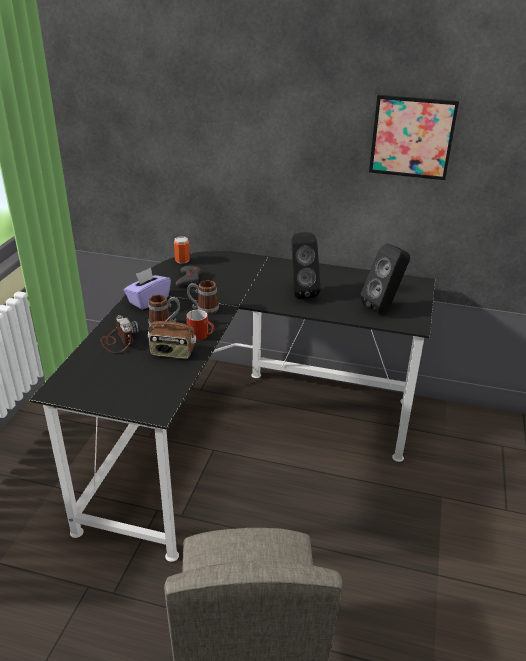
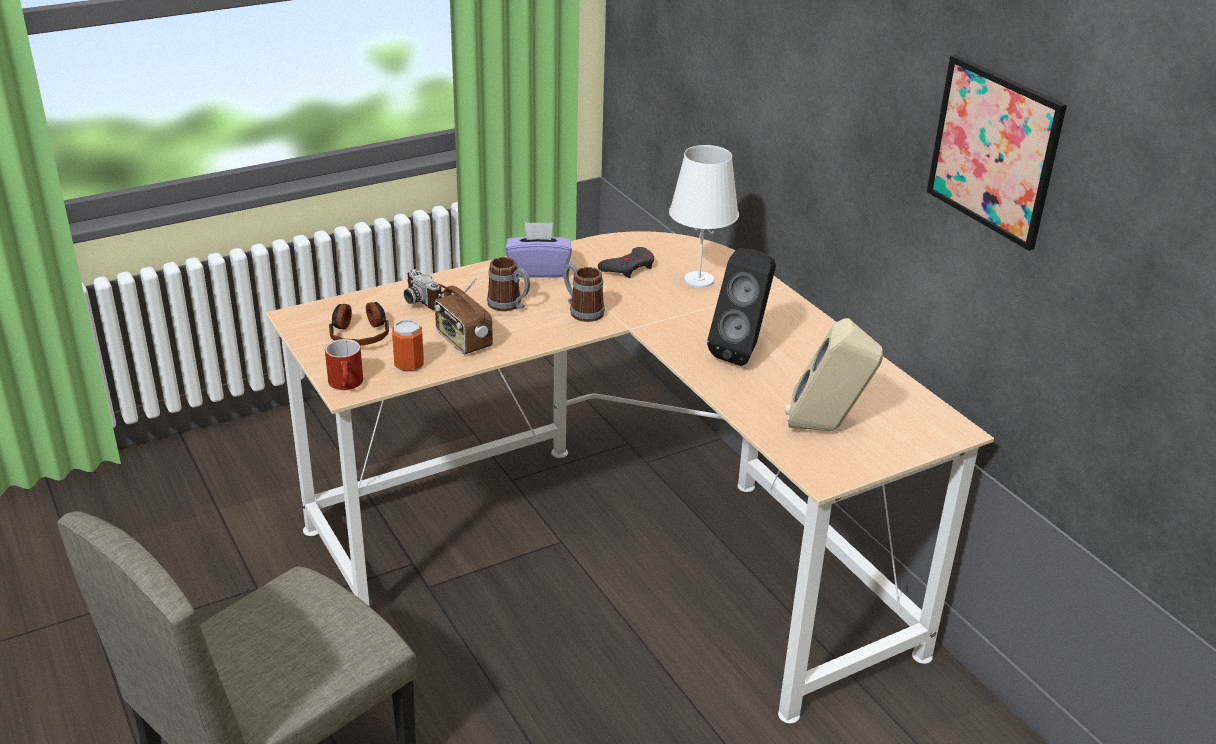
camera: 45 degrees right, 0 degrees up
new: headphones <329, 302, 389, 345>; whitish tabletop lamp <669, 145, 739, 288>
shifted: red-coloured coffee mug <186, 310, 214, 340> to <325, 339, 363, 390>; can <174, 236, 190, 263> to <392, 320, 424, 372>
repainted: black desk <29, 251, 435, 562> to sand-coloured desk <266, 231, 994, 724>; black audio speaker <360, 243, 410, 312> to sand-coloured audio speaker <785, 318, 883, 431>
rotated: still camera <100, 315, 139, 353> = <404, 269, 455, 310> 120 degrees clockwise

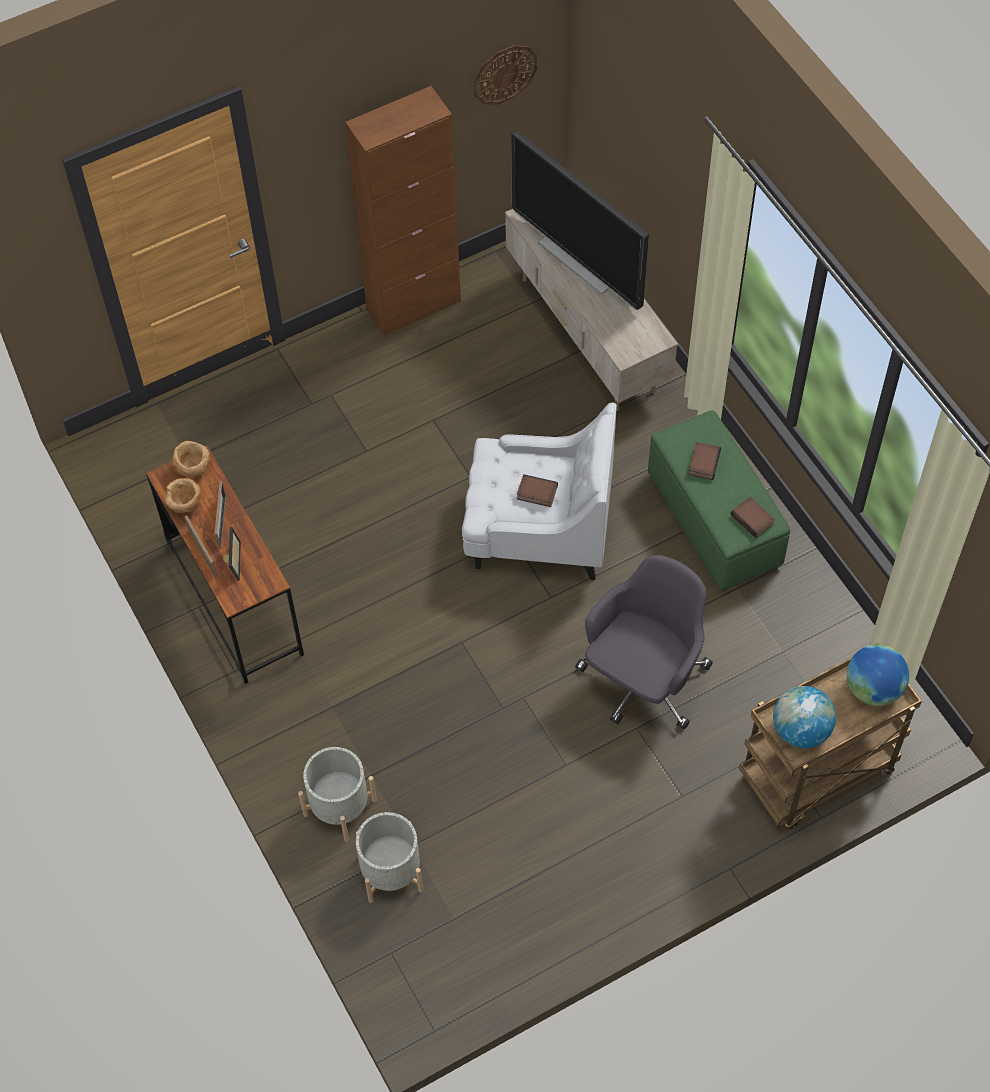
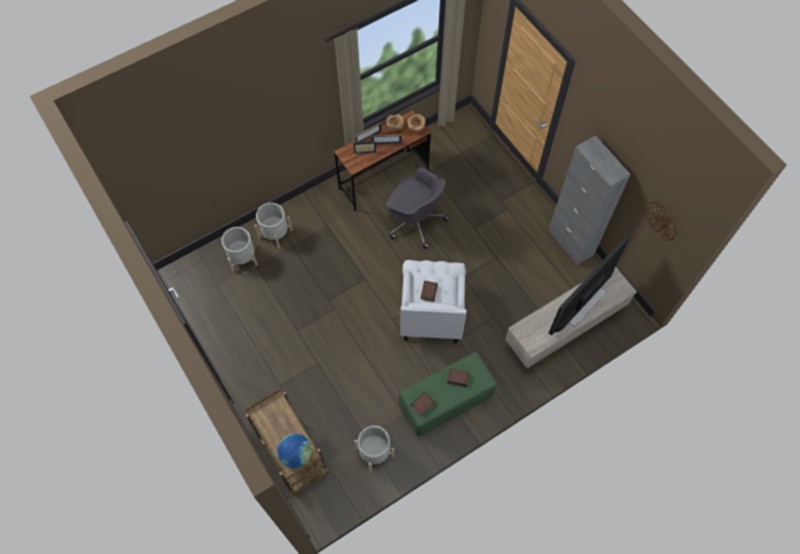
camera: 85 degrees right, 5 degrees up
gone: world globe <773, 686, 836, 748>
new: gray flower pot <355, 426, 394, 471>
shifted: gray computer chair <575, 555, 713, 729> to <386, 167, 449, 249>
repainted: brown cupboard <345, 86, 461, 336> to gray cupboard <548, 135, 631, 265>

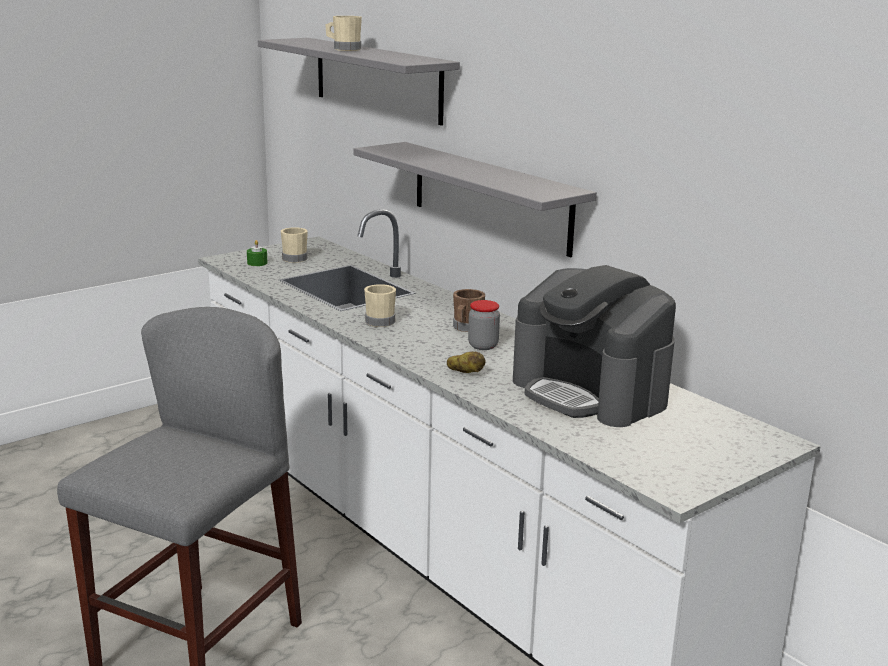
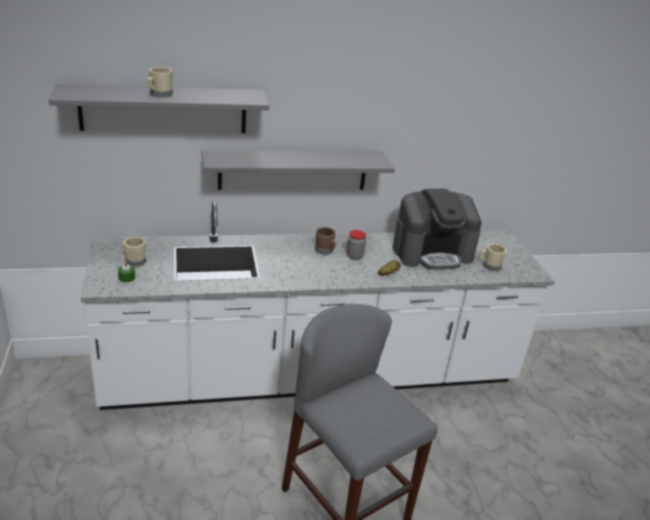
camera: 65 degrees left, 10 degrees up
shifted: sand-coloured coffee mug <364, 284, 396, 327> to <480, 244, 507, 271>

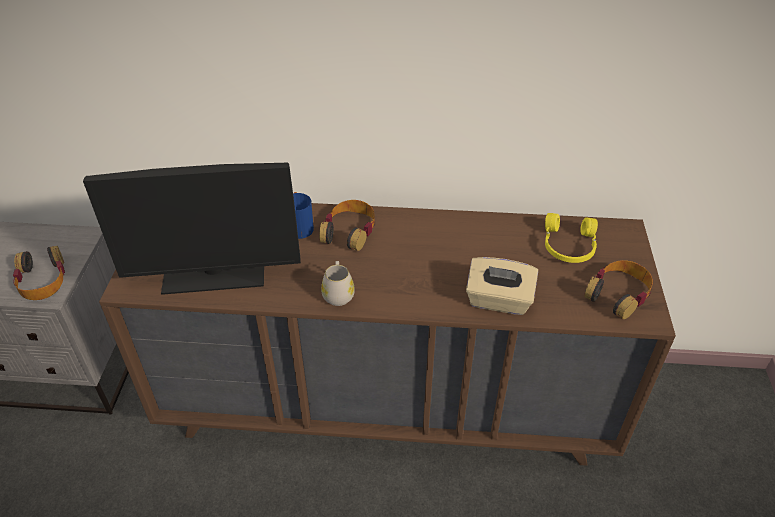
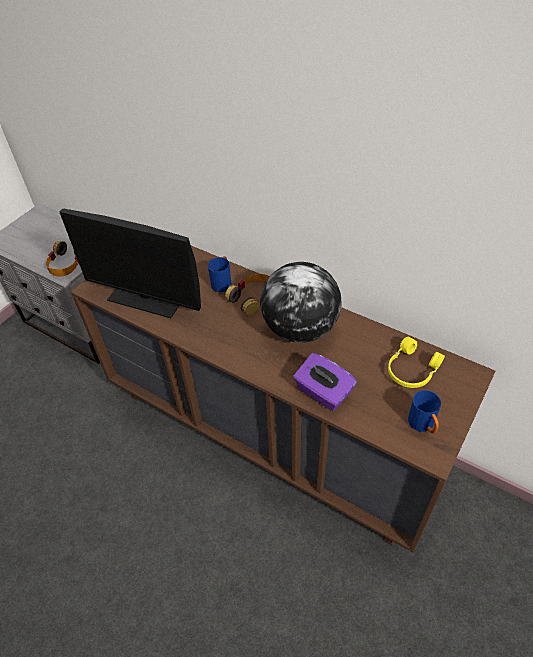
camera: 30 degrees right, 5 degrees up
gone: whitish coffee mug <321, 261, 355, 306>
new: world globe <260, 262, 342, 343>
swapped: headphones <584, 260, 653, 319> to bluish coffee mug <408, 390, 441, 433>
repainted: sand-coloured tissue box <466, 257, 538, 315> to purple tissue box <293, 353, 357, 411>

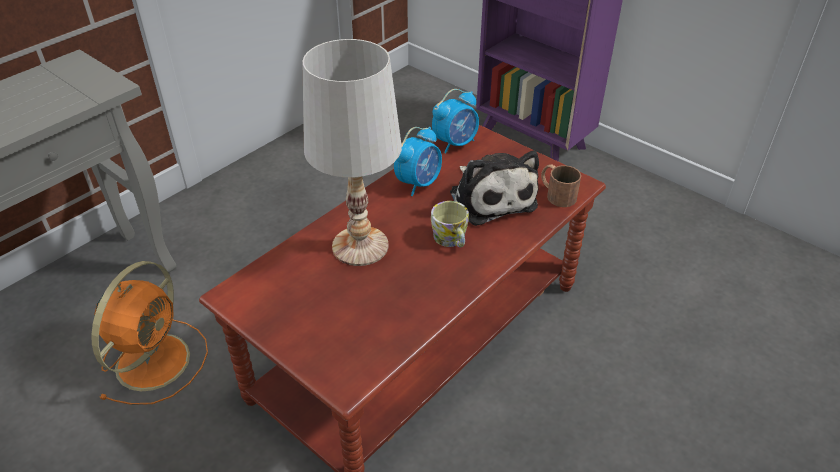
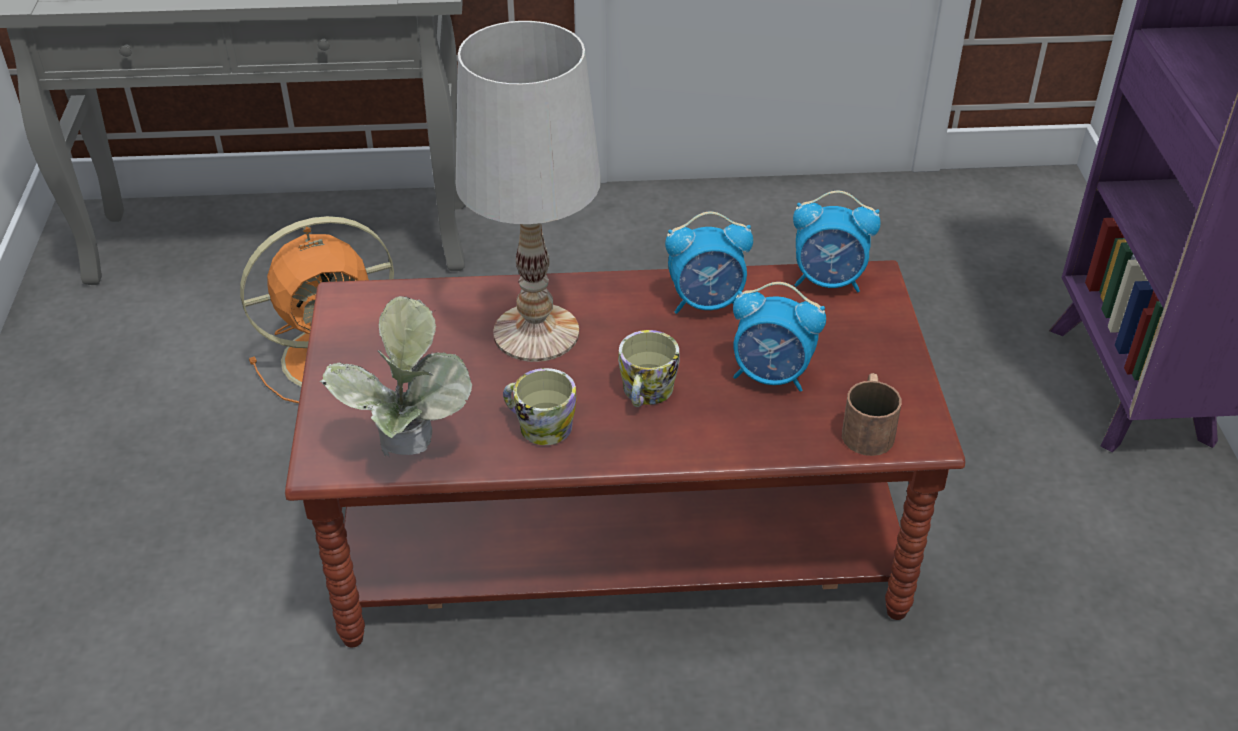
camera: 45 degrees right, 0 degrees up
new: plant in a pot <320, 296, 472, 457>; coffee mug <503, 368, 577, 445>
swapped: plush toy <450, 150, 539, 226> to alarm clock <733, 282, 826, 392>

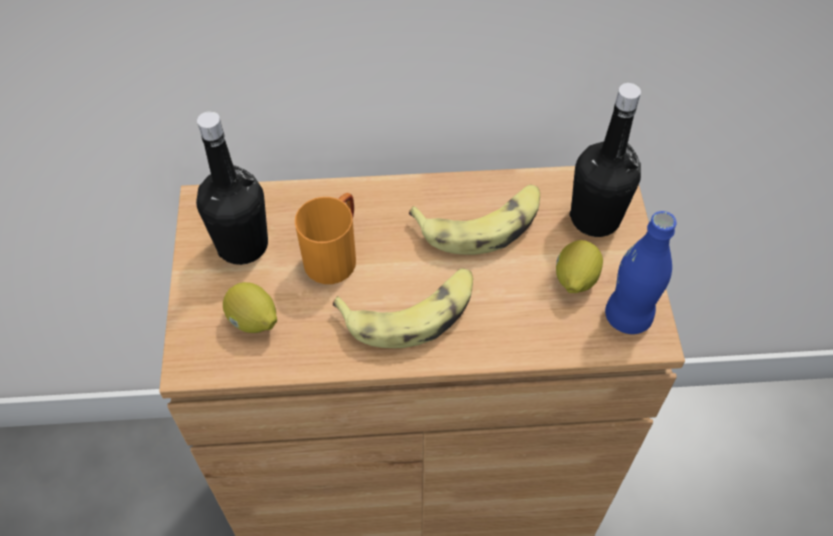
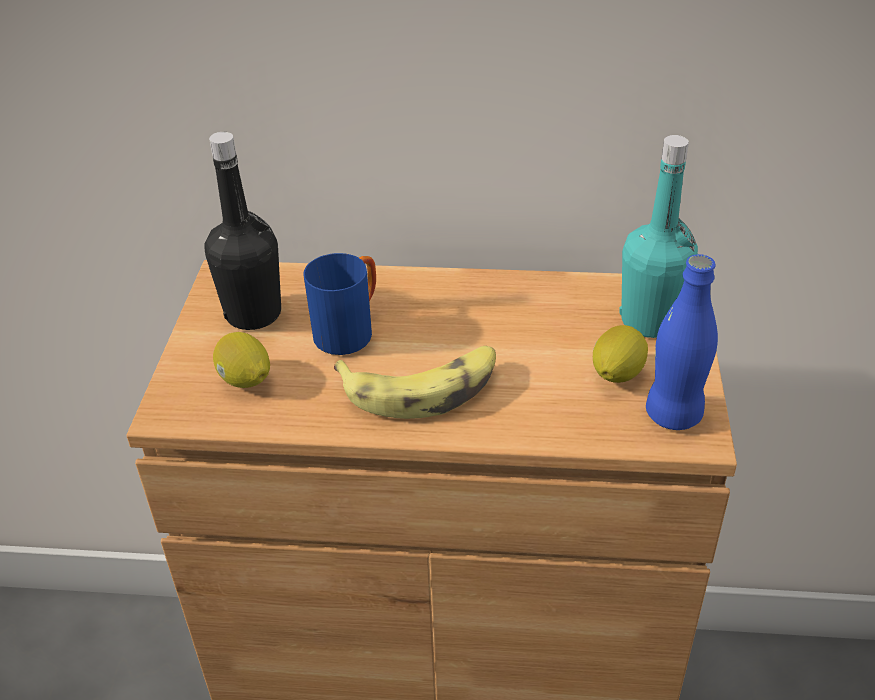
camera: 10 degrees right, 15 degrees down
gone: whole banana <409, 185, 540, 255>
repainted: orange-coloured coffee mug <295, 193, 356, 284> to bluish coffee mug <303, 253, 376, 355>; black drink bottle <570, 83, 641, 237> to turquoise-coloured drink bottle <619, 135, 698, 338>

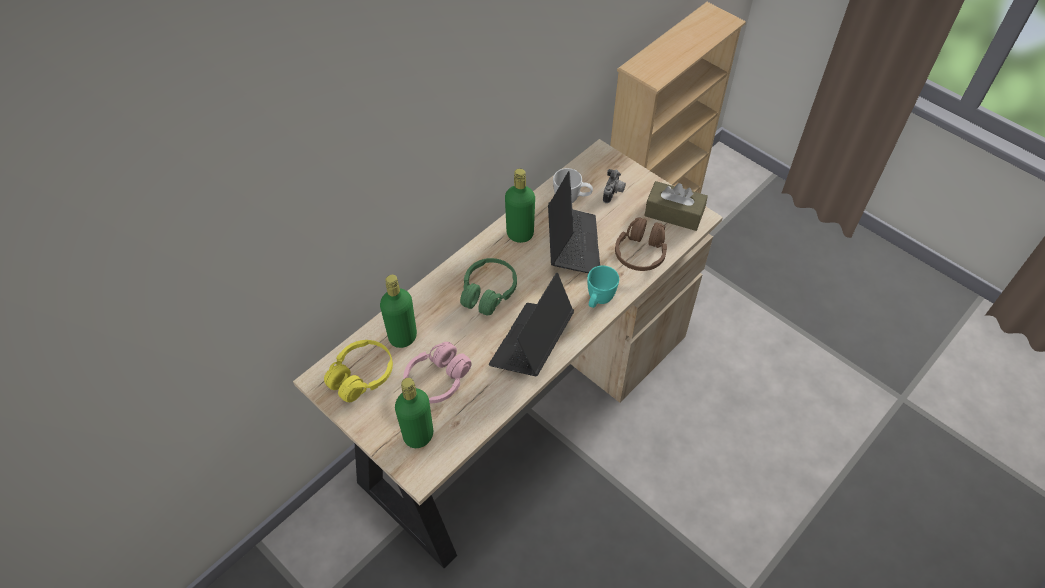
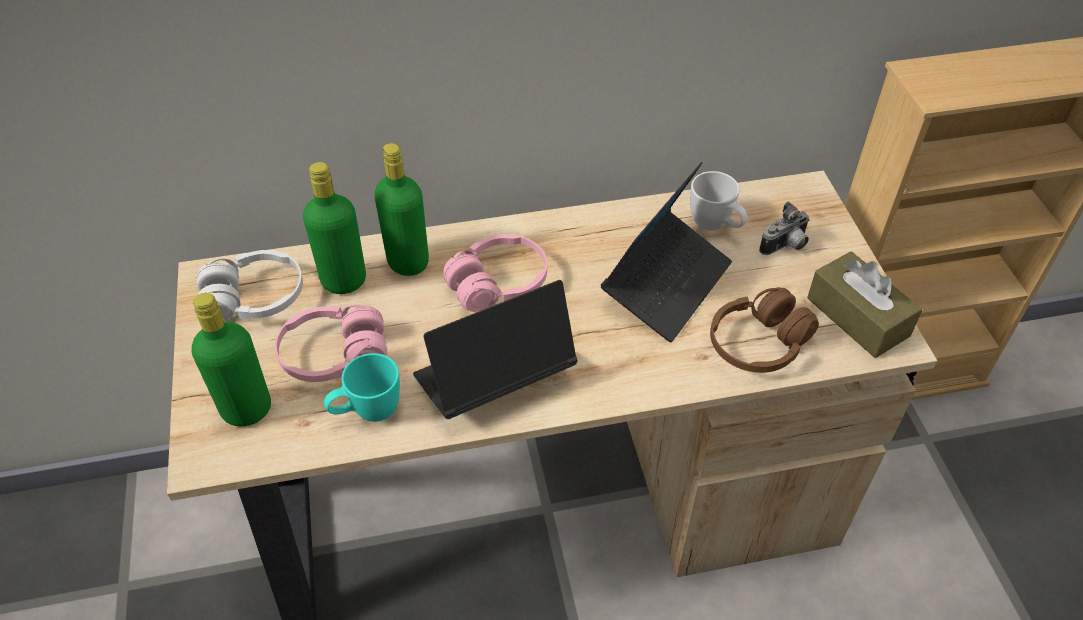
camera: 35 degrees right, 5 degrees down
shifted: turquoise-coloured coffee mug <587, 266, 619, 308> to <324, 353, 400, 422>; green-coloured drink bottle <505, 169, 535, 243> to <374, 143, 429, 276>
repainted: yellow headphones <324, 340, 393, 402> to whitish headphones <197, 250, 303, 321>; green-coloured headphones <460, 258, 517, 316> to pink headphones <443, 234, 547, 312>

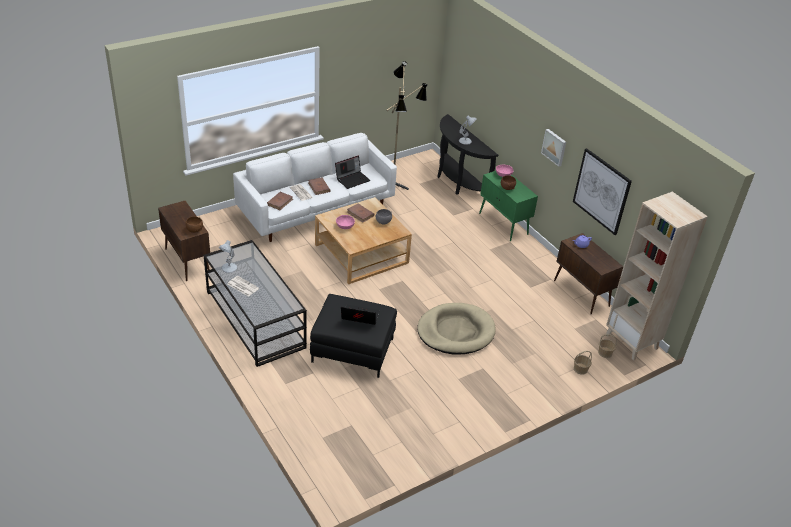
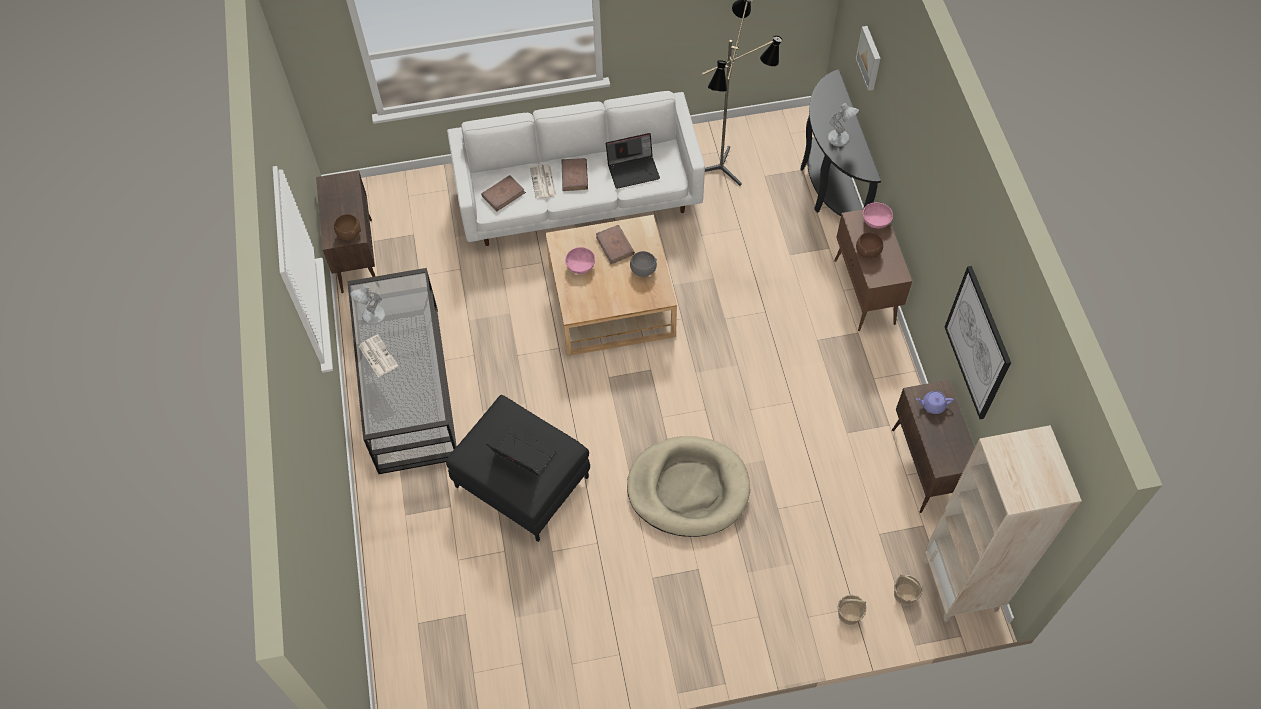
camera: 25 degrees right, 20 degrees up
shifted: wall picture <541, 129, 566, 167> to <856, 26, 881, 91>
repainted: green-coloured cupboard <479, 171, 538, 242> to brown cupboard <834, 209, 912, 331>

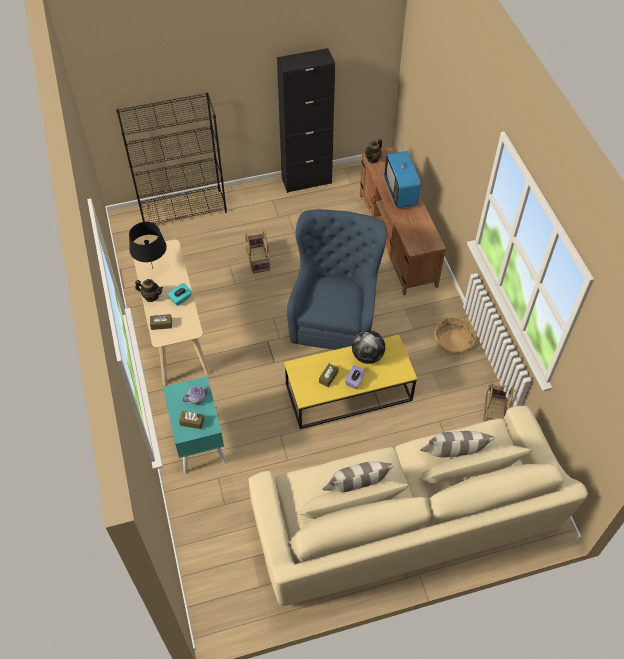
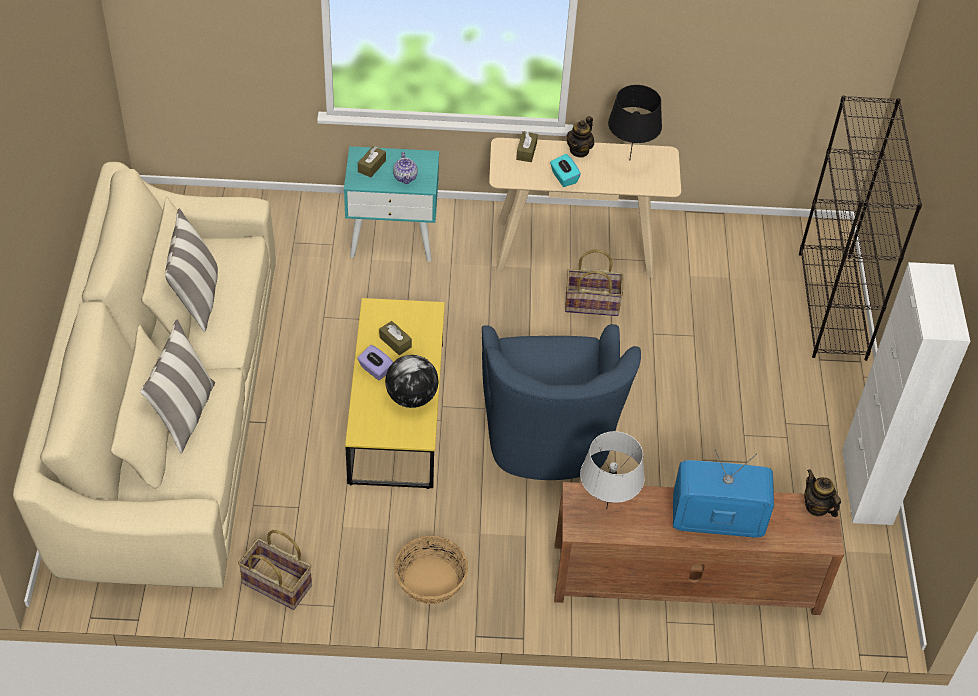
camera: 105 degrees right, 5 degrees down
new: gray tabletop lamp <580, 431, 645, 510>
shifted: storage basket <245, 230, 270, 274> to <565, 249, 623, 316>
repainted: black cupboard <277, 48, 335, 193> to whitish cupboard <842, 262, 970, 525>
rotated: bluish lounge chair <287, 209, 387, 350> = <482, 324, 641, 480> 60 degrees clockwise

